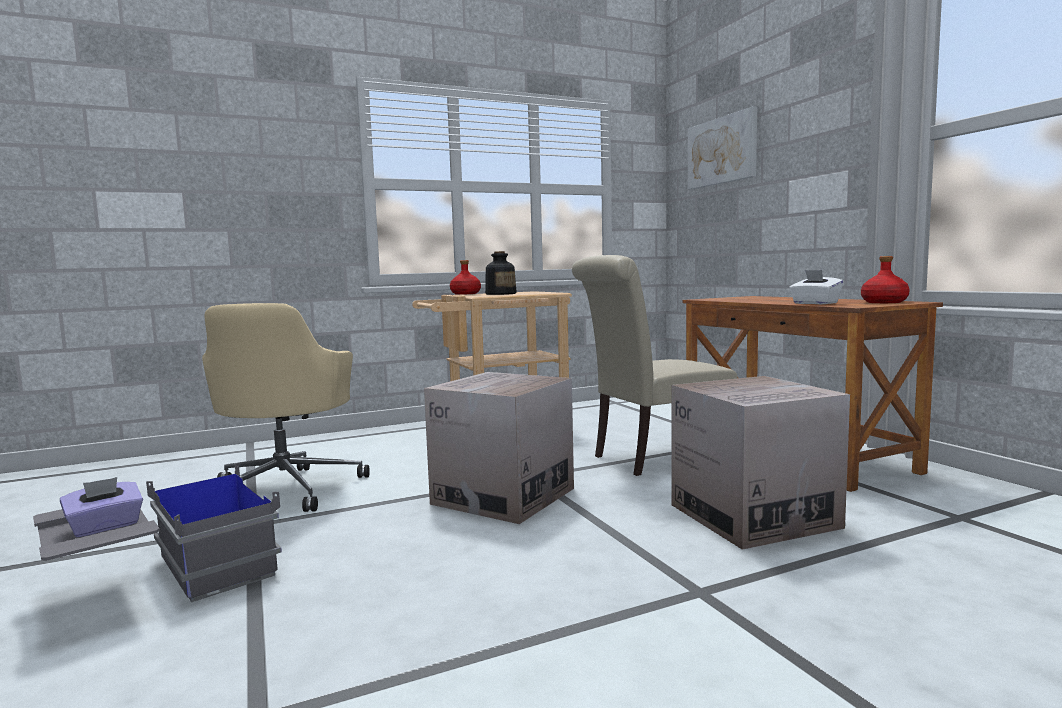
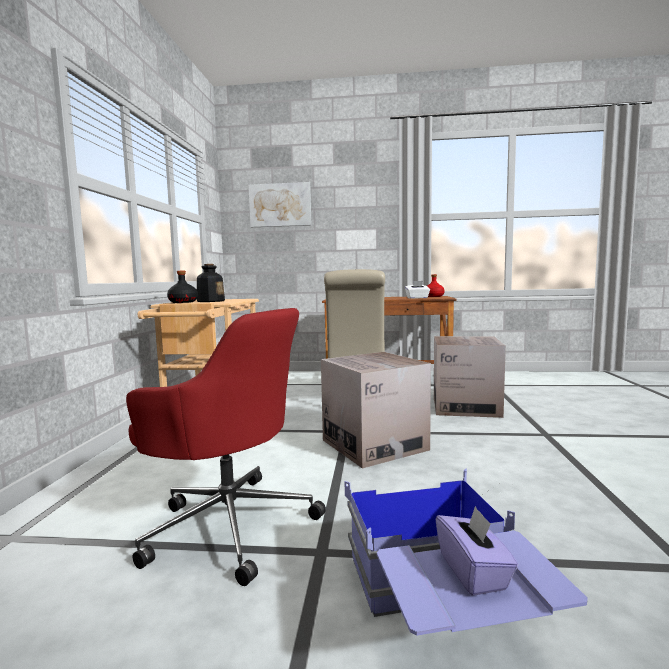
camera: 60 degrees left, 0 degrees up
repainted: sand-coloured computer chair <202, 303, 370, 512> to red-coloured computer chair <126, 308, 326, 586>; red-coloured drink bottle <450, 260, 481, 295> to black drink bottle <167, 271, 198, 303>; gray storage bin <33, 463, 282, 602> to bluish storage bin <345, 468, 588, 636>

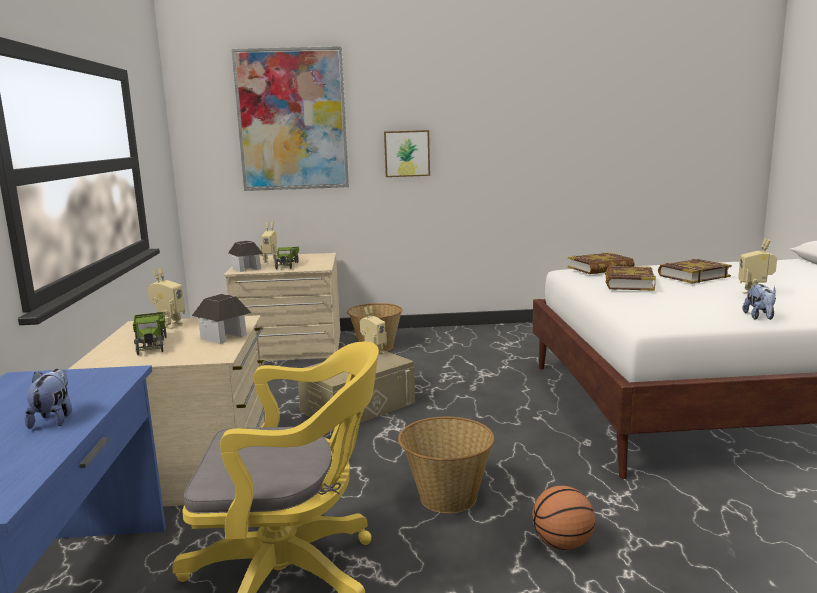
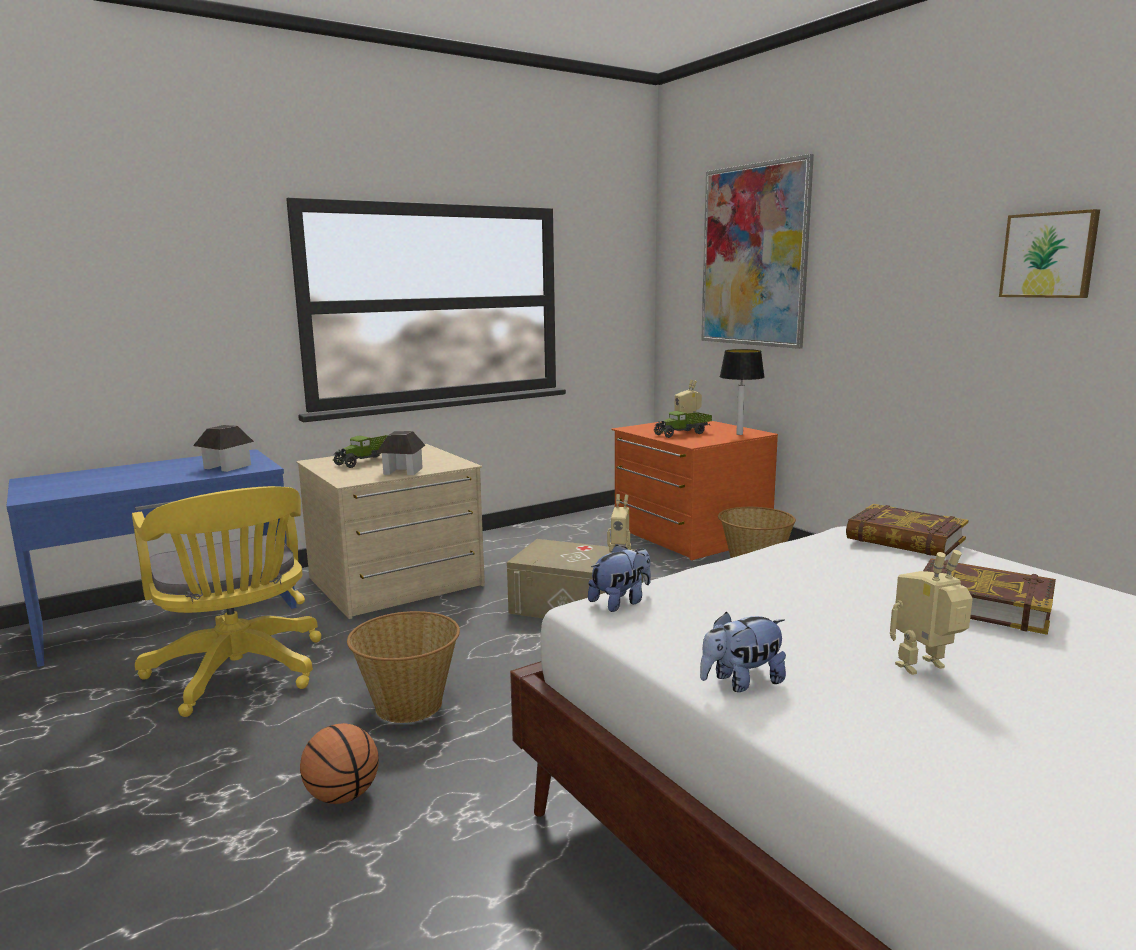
camera: 60 degrees right, 0 degrees up
gone: toy robot <148, 267, 185, 329>; volume <605, 266, 656, 291>
new: tabletop lamp <720, 349, 765, 435>
shifted: model house <228, 241, 263, 272> to <193, 425, 254, 472>; plush toy <24, 369, 72, 429> to <588, 544, 651, 612>; wall picture <384, 130, 430, 177> to <999, 209, 1100, 298>
repainted: sand-coloured chest of drawers <224, 253, 340, 361> to orange-coloured chest of drawers <611, 417, 778, 560>

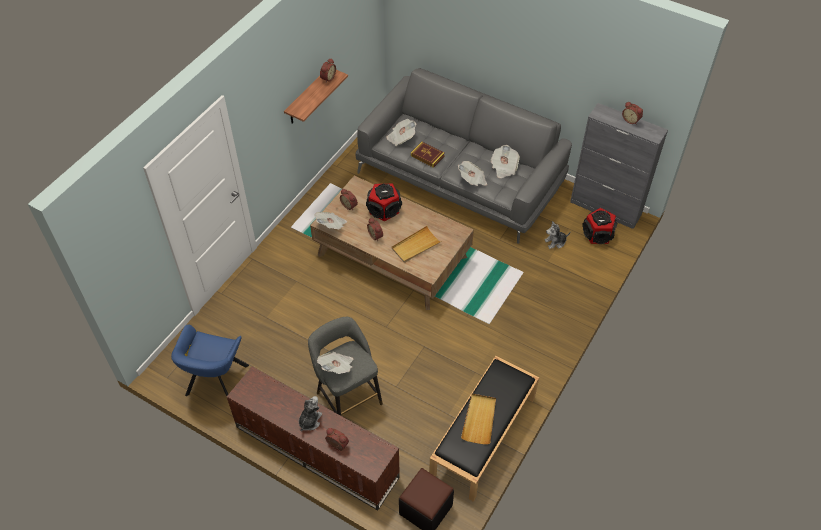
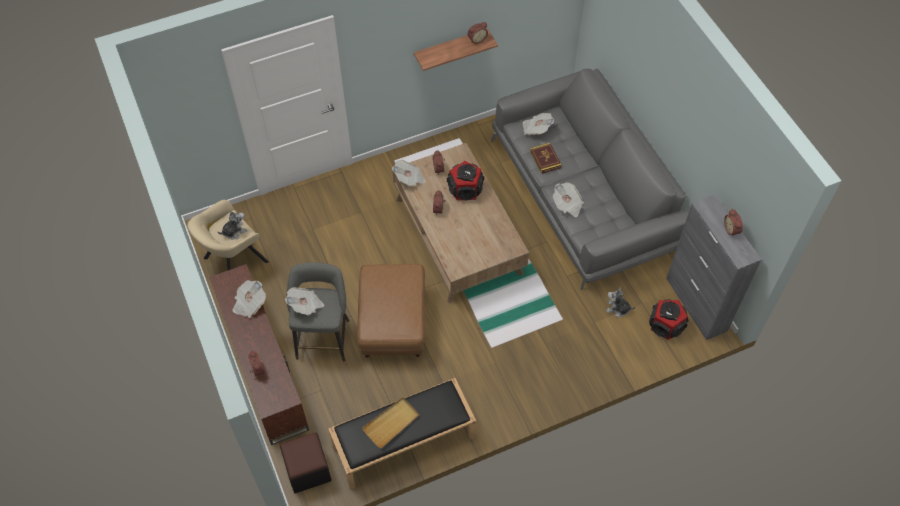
camera: 35 degrees right, 5 degrees up
gone: sand-coloured tray <391, 226, 442, 263>
new: brown ottoman <357, 264, 426, 358>
shifted: plush toy <299, 396, 322, 431> to <218, 211, 247, 239>; printed paper <491, 145, 520, 178> to <232, 280, 266, 318>
repainted: bluish lounge chair <171, 324, 249, 396> to sand-coloured lounge chair <187, 200, 269, 270>

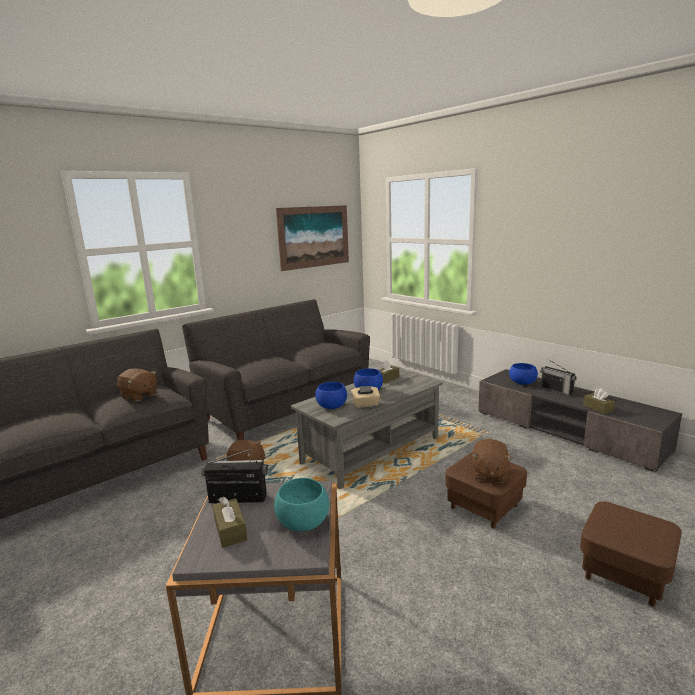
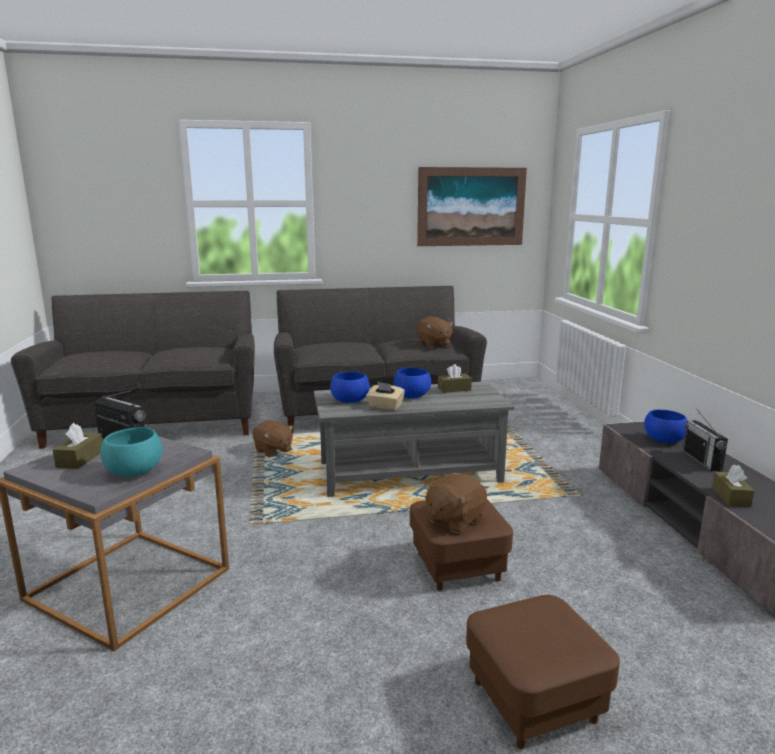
camera: 30 degrees right, 0 degrees up
shifted: brown plush toy <117, 368, 157, 402> to <417, 317, 454, 348>

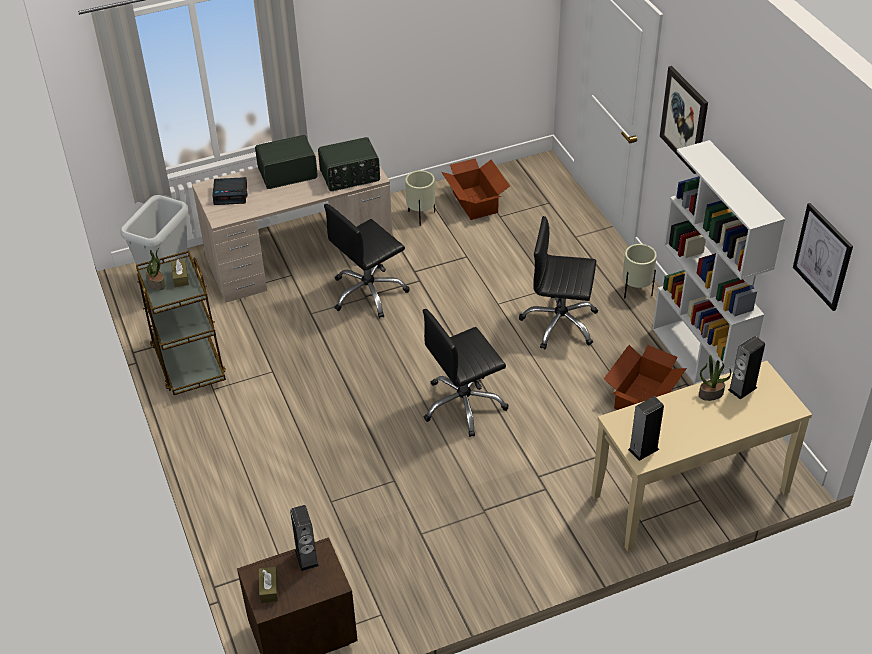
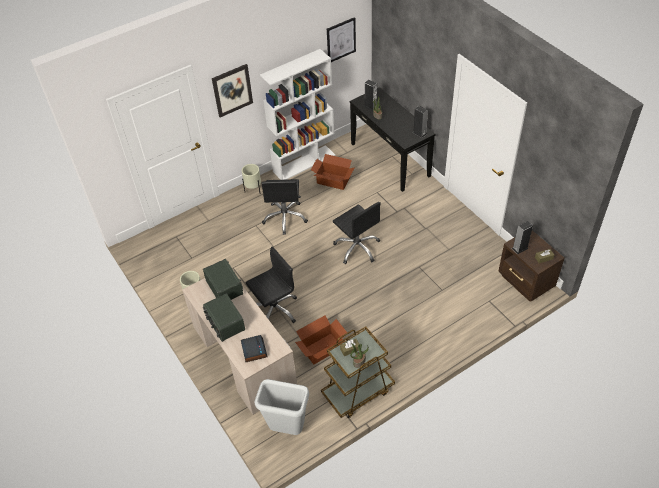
camera: 100 degrees left, 5 degrees up
shifted: carton <442, 158, 510, 220> to <295, 315, 347, 365>
repainted: sand-coloured hall table <591, 361, 812, 552> to black hall table <350, 87, 435, 192>
rotated: black computer chair <324, 204, 410, 318> = <245, 246, 297, 323> 75 degrees counterclockwise

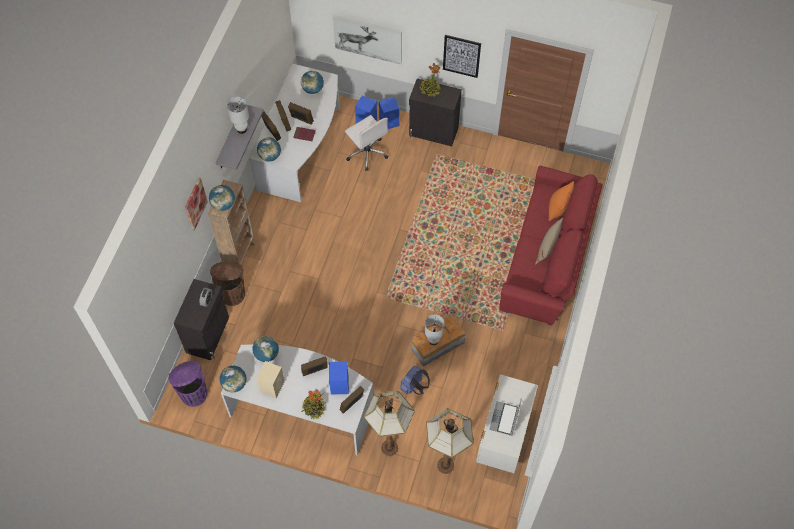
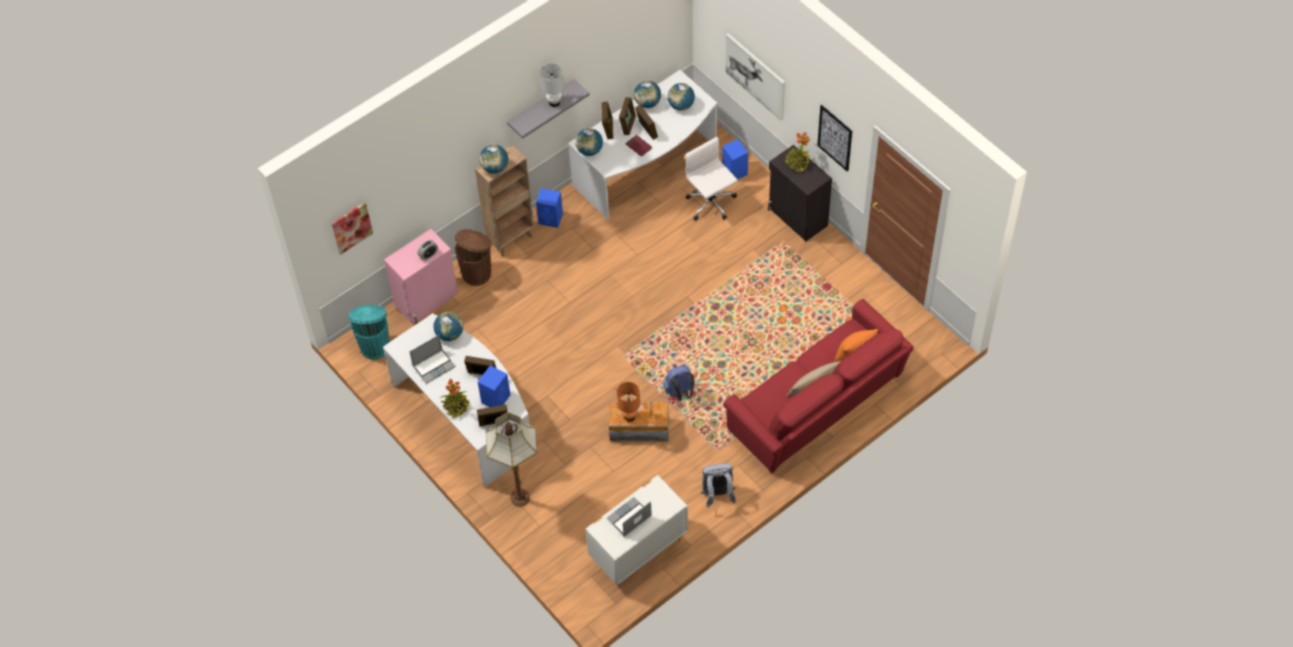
camera: 35 degrees right, 5 degrees down
gone: standing lamp <426, 408, 474, 474>
new: gray backpack <701, 463, 736, 507>
shifted: wall picture <185, 178, 208, 231> to <331, 202, 373, 255>; bluish audio speaker <379, 97, 400, 129> to <536, 188, 563, 228>; world globe <220, 366, 247, 392> to <634, 81, 661, 108>; bluish backpack <400, 366, 430, 395> to <663, 366, 695, 401>
swapped: sand-coloured audio speaker <256, 361, 285, 398> to notebook computer <410, 335, 456, 384>
repainted: purple rubbish bin <168, 361, 207, 407> to turquoise-coloured rubbish bin <349, 305, 390, 360>; black cupboard <174, 279, 229, 360> to pink cupboard <384, 229, 458, 324>; whitish tabletop lamp <425, 315, 445, 345> to orange-coloured tabletop lamp <617, 382, 640, 422>
rotated: whitish computer chair <345, 115, 388, 171> = <685, 137, 738, 220> 150 degrees clockwise

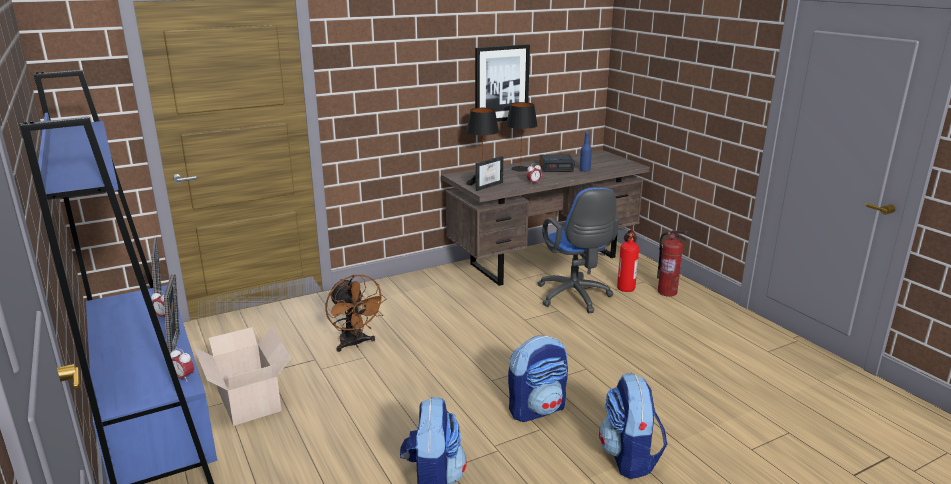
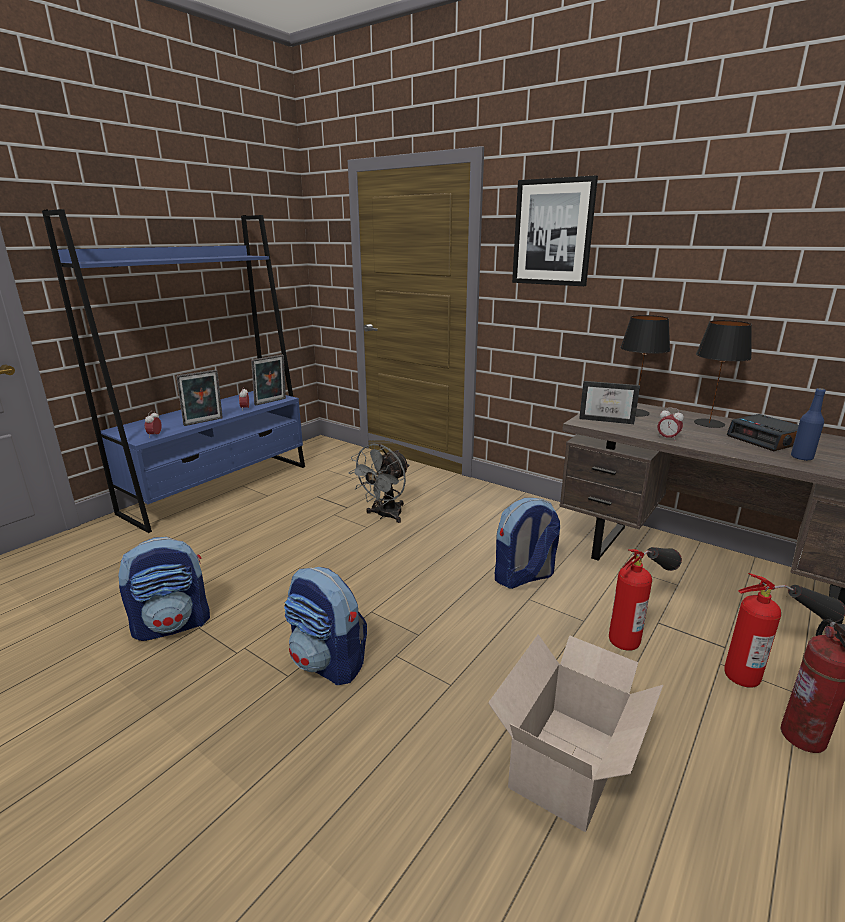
camera: 65 degrees right, 0 degrees up
shifted: carton <193, 327, 292, 426> to <488, 634, 663, 832>; backpack <599, 373, 667, 479> to <495, 498, 560, 589>; wall picture <475, 44, 530, 122> to <512, 175, 598, 286>
swapped: bluish computer chair <537, 187, 619, 313> to extinguisher <609, 547, 682, 651>
repainted: brown fan <325, 275, 386, 352> to gray fan <349, 444, 409, 523>

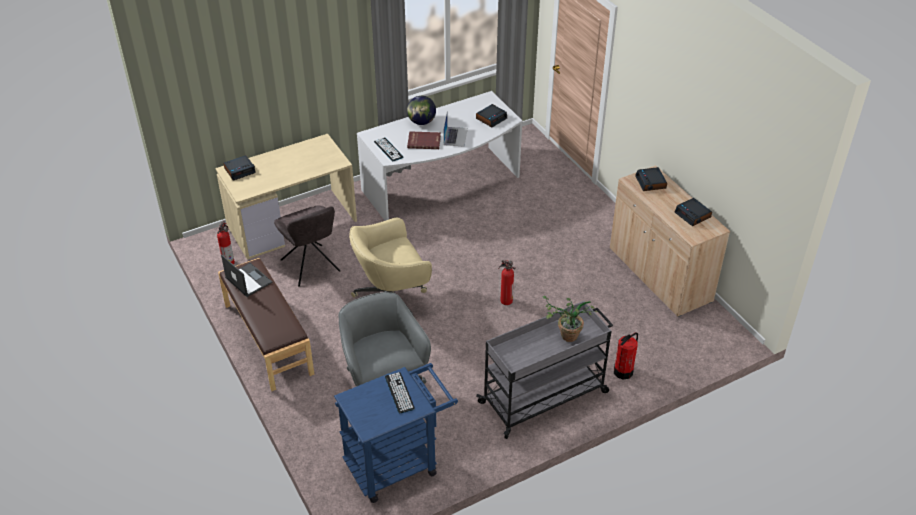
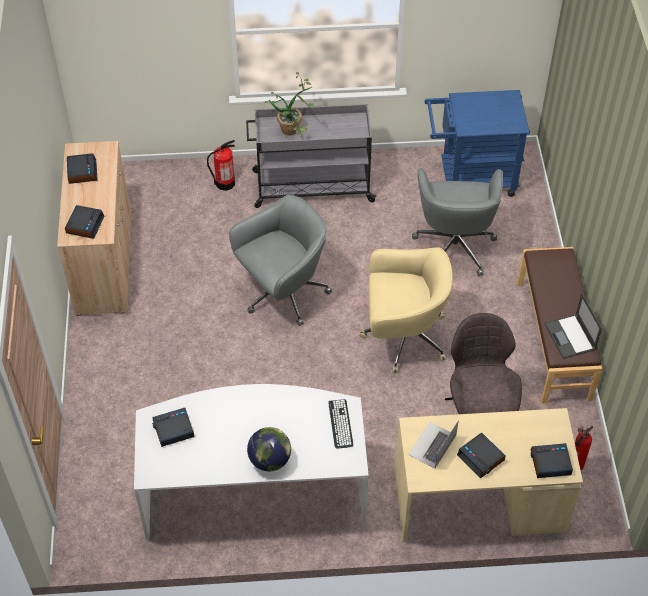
camera: 155 degrees left, 10 degrees up
gone: keyboard <385, 372, 415, 413>; red-coloured volume <407, 131, 441, 149>
new: alarm clock <457, 432, 506, 478>
shifted: notebook computer <443, 114, 468, 147> to <408, 420, 459, 468>
swapped: extinguisher <499, 260, 516, 305> to gray computer chair <229, 195, 332, 326>

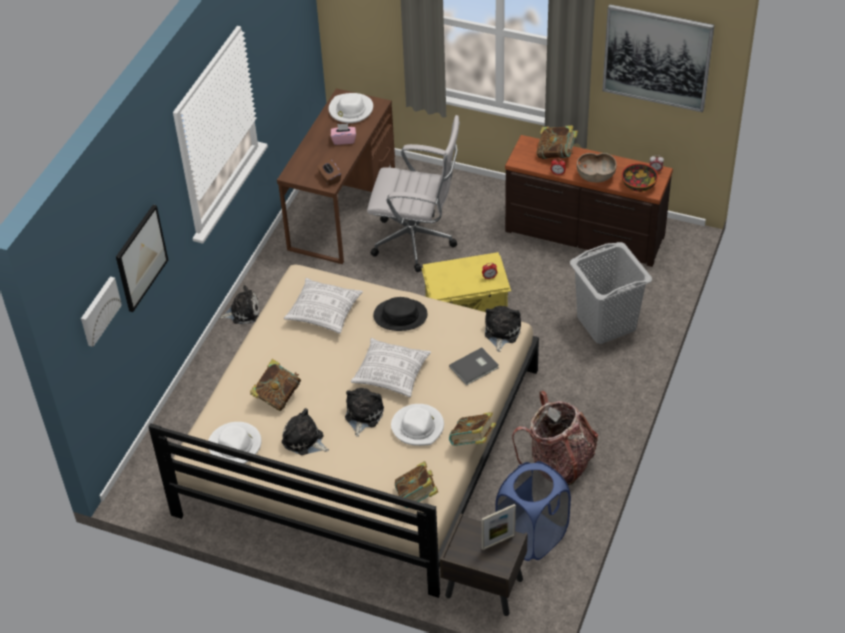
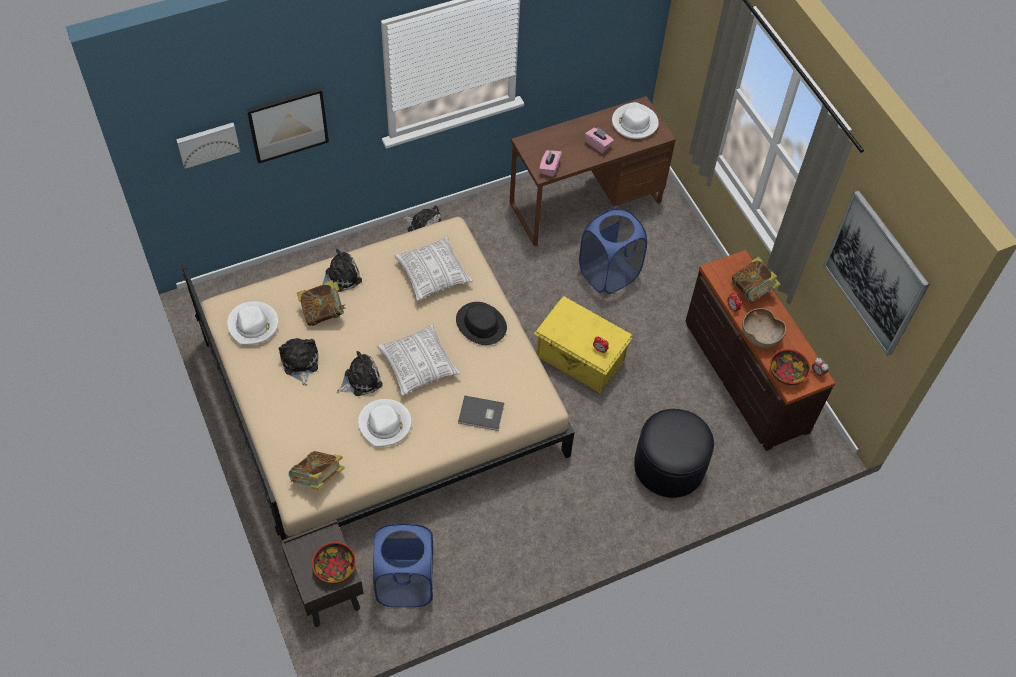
camera: 40 degrees right, 10 degrees up
gone: volume <449, 412, 496, 446>; backpack <512, 391, 598, 485>
shifted: plush toy <485, 306, 521, 352> to <322, 249, 362, 292>
swapped: standing frame <482, 504, 516, 550> to serving bowl <312, 542, 356, 584>; whitish computer chair <367, 115, 460, 272> to bluish hamper <579, 208, 647, 294>; gray hamper <570, 242, 652, 344> to black ottoman <634, 409, 714, 498>
repainted: brown tissue box <317, 158, 341, 186> to pink tissue box <539, 150, 562, 177>

